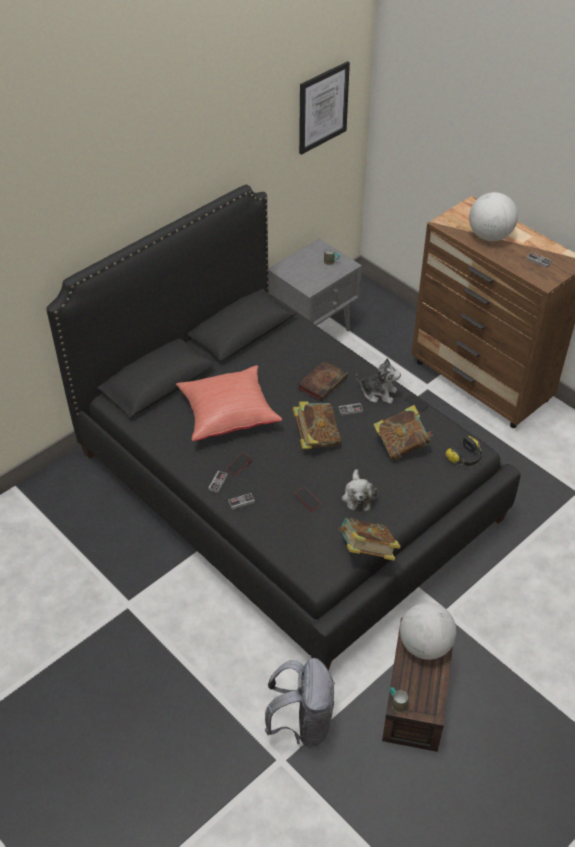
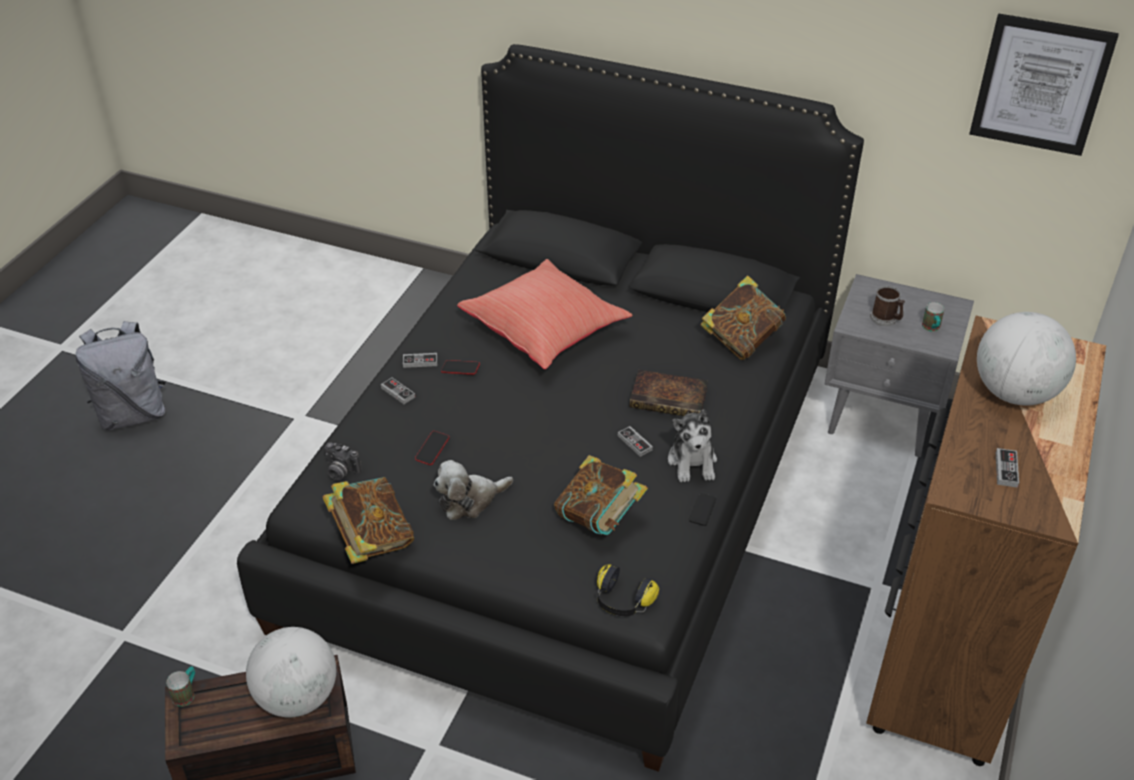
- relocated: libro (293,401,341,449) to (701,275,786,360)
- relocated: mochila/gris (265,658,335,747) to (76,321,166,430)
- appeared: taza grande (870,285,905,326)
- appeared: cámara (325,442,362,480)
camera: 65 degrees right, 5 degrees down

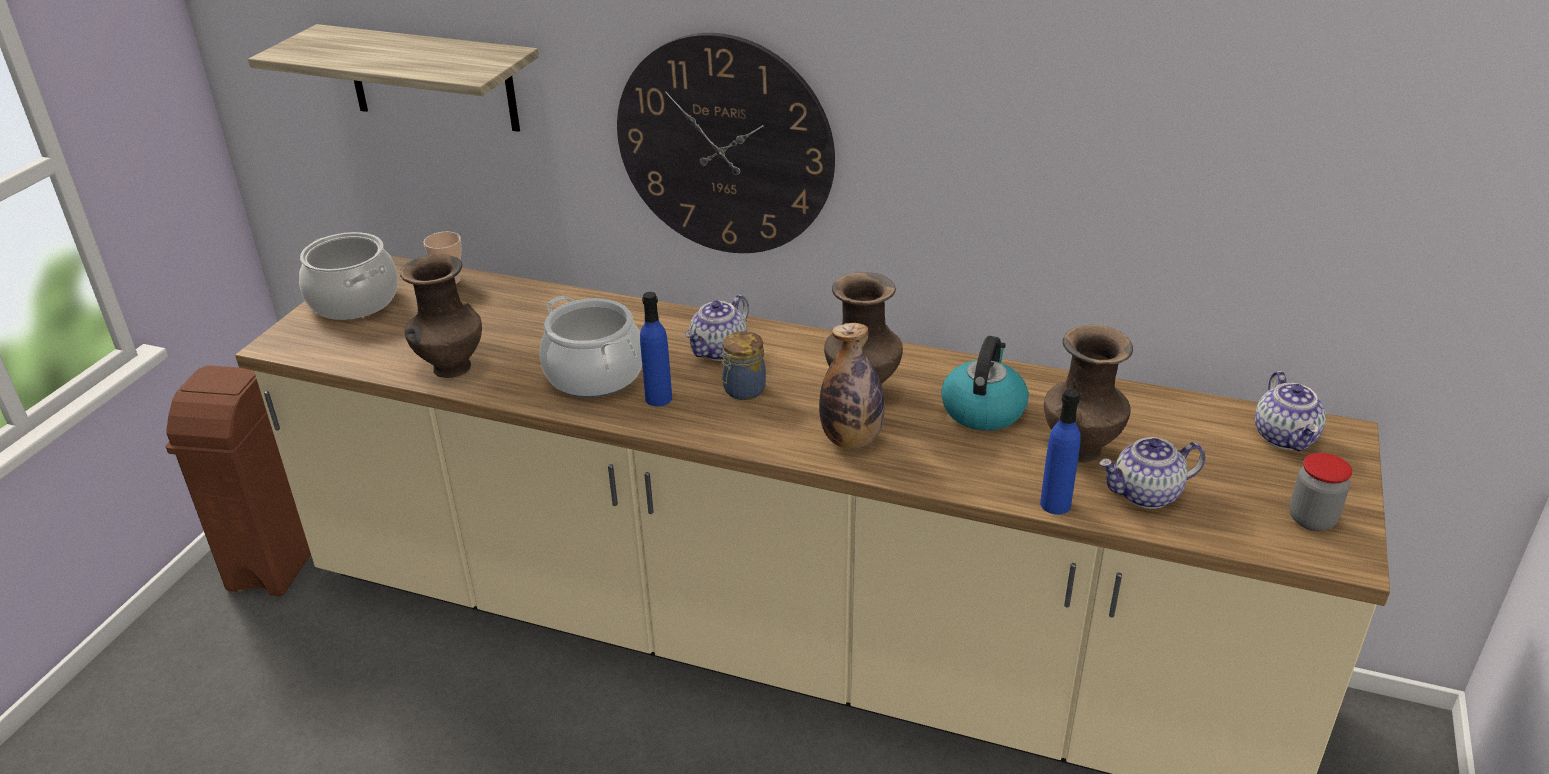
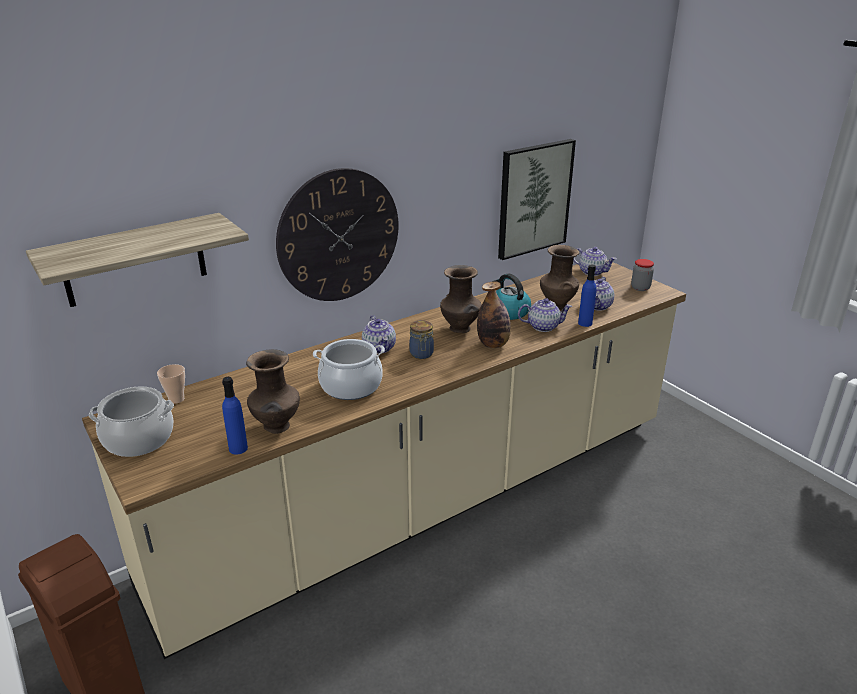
- relocated: botella/azul (640,292,672,406) to (222,377,248,454)
- appeared: cuadro (498,139,576,260)
- appeared: tetera (518,298,572,332)
camera: 55 degrees left, 5 degrees down

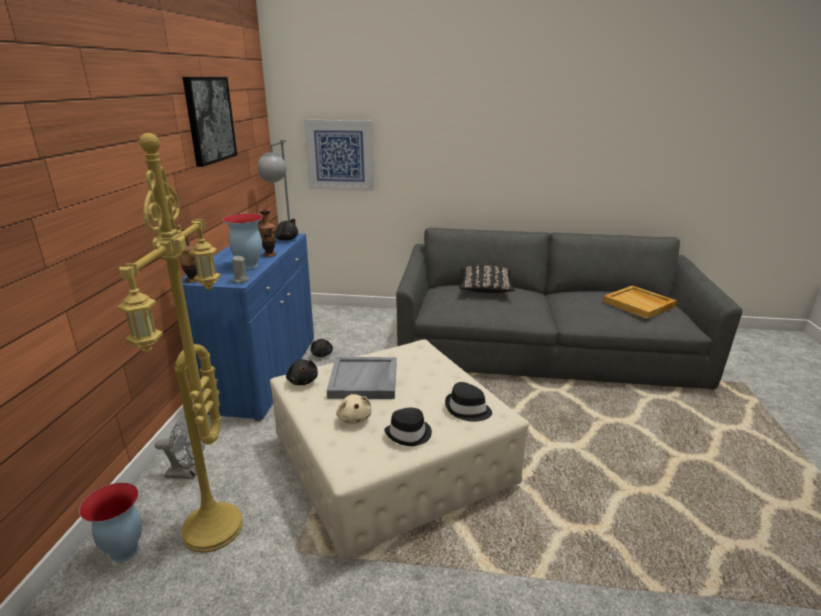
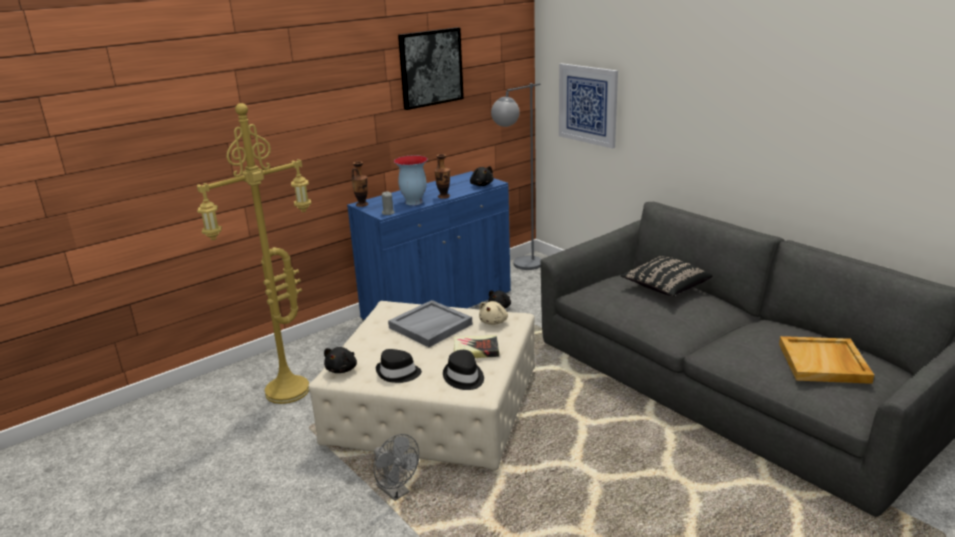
- relocated: peluche/negro (286,359,318,385) to (324,347,357,373)
- relocated: peluche/beis (336,394,371,424) to (479,301,508,325)
- relocated: ventilador/gris (155,416,205,479) to (373,434,419,501)
- missing: florero (79,482,142,563)
- appeared: libro (454,335,499,358)
camera: 45 degrees right, 0 degrees up

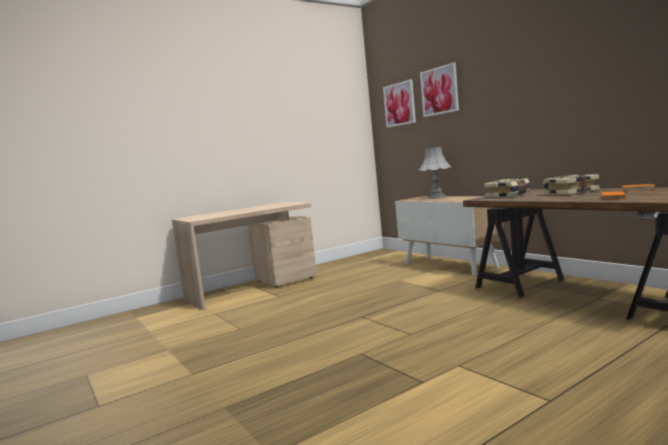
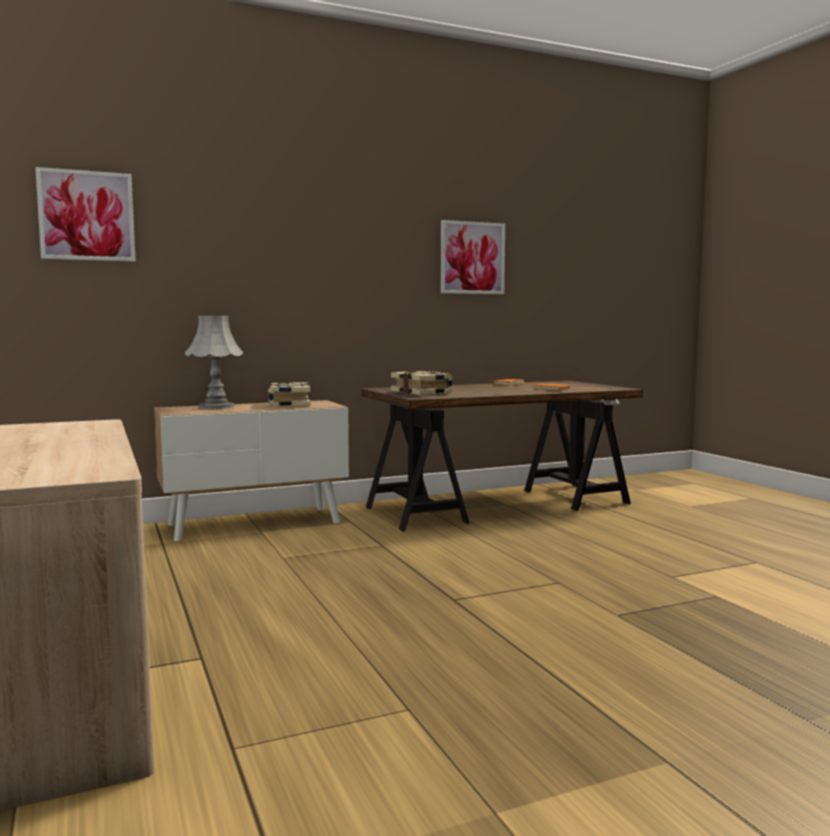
- relocated: cuadro (420,62,459,117) to (441,220,505,294)
- relocated: libro (543,174,599,195) to (267,382,311,407)
camera: 80 degrees left, 0 degrees up

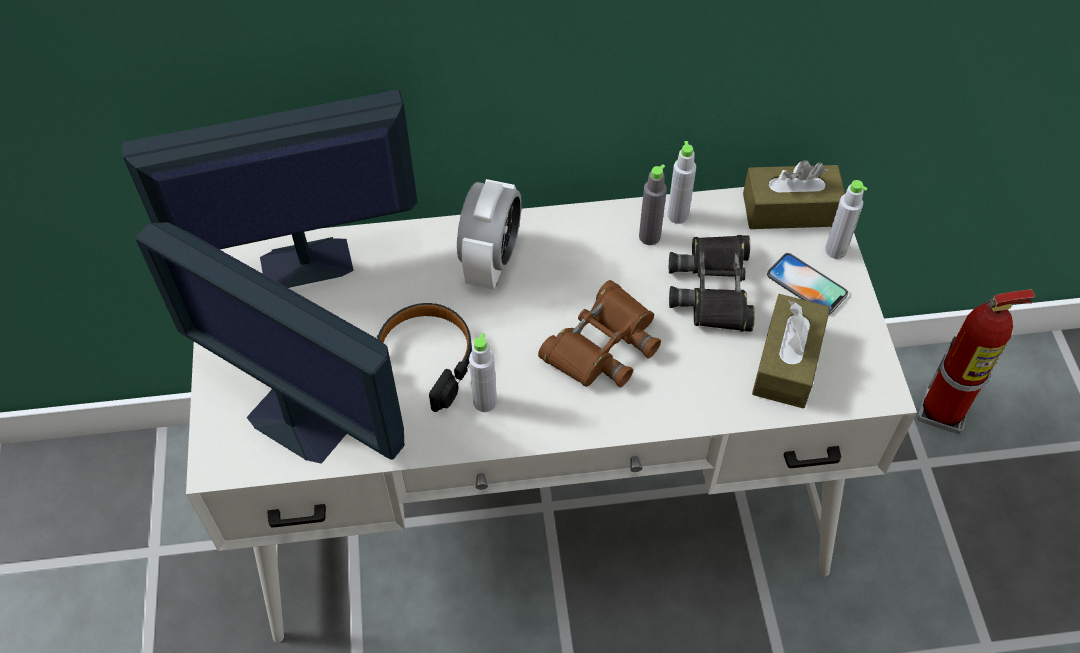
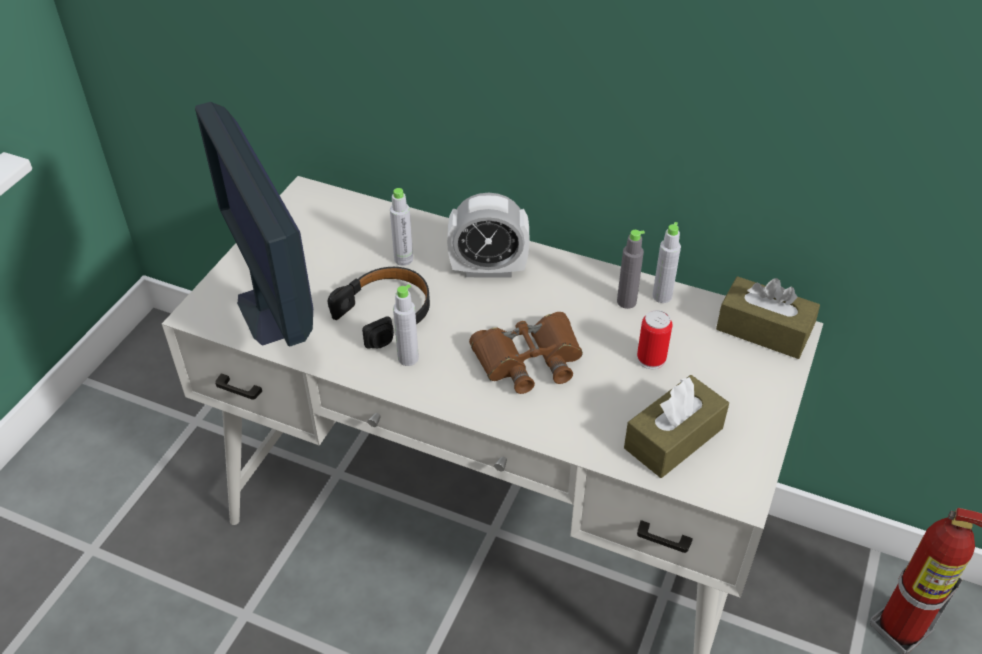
- missing: monitor (122,90,417,288)
- spun: despertador (457,179,522,290) = (447,193,530,278) 45 degrees clockwise
- relocated: botella/gris (825,180,867,259) to (390,188,413,266)
- exchanged: prismáticos/negro (669,235,755,332) to lata (637,310,672,369)
- missing: móvil (767,253,848,315)
camera: 30 degrees right, 10 degrees down

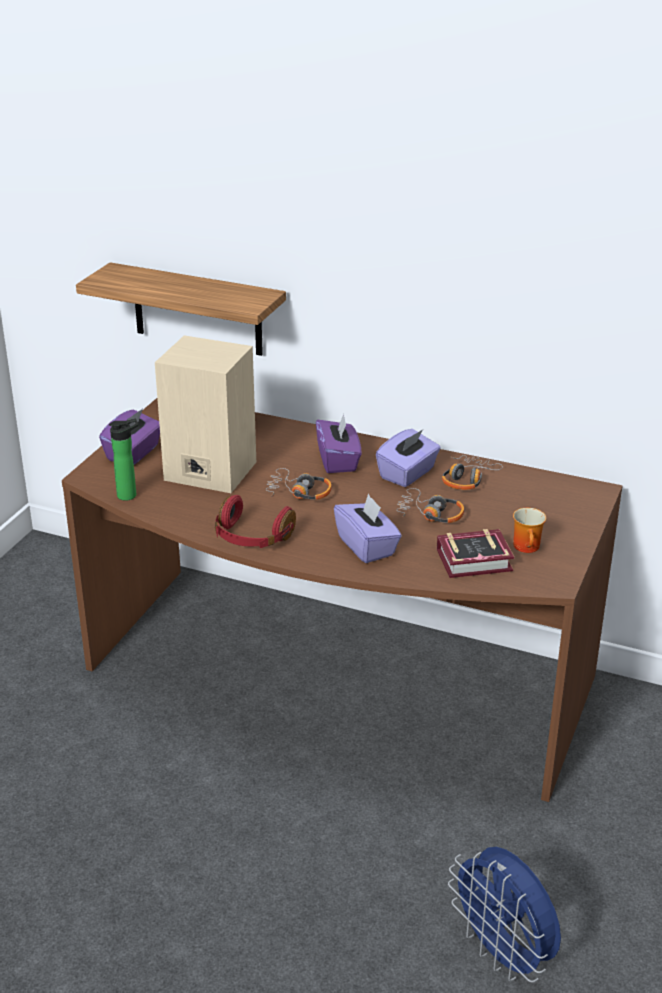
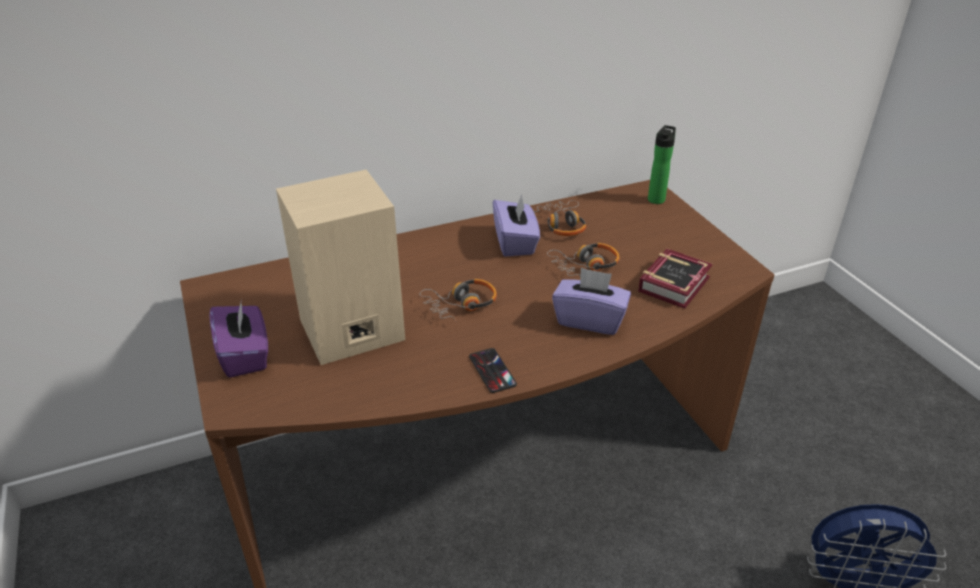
- missing: estante (76,262,286,356)
- missing: caja de pañuelos/morado (316,414,362,473)
- relocated: botella (109,419,138,501) to (648,125,676,204)
- exchanged: auriculares/rojo (215,495,296,548) to móvil (469,348,517,393)
- missing: taza grande (513,508,546,553)
camera: 45 degrees left, 5 degrees up

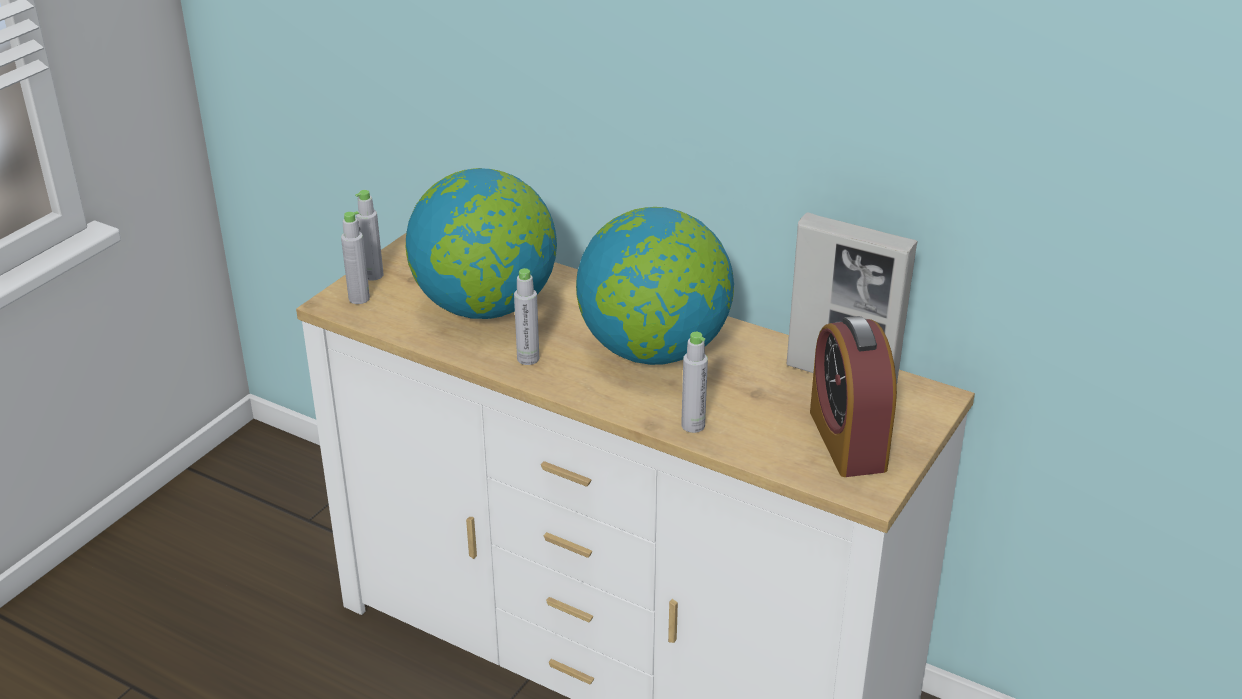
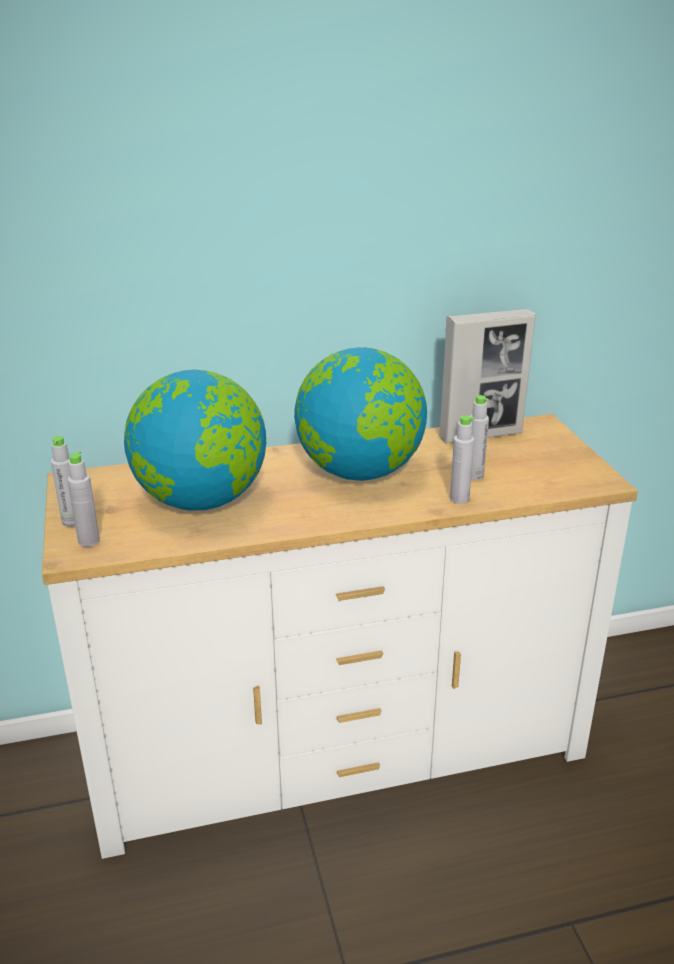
- relocated: botella/gris (514,268,539,365) to (470,395,489,480)
- missing: despertador (810,316,897,477)
camera: 45 degrees left, 5 degrees down

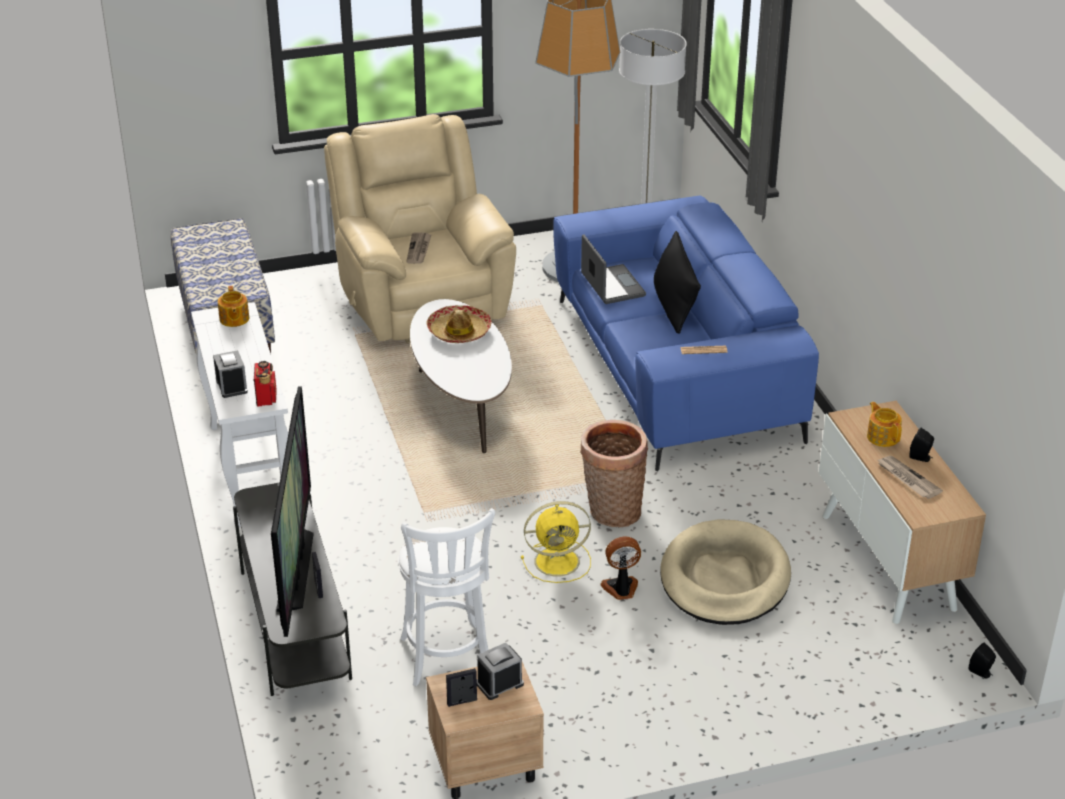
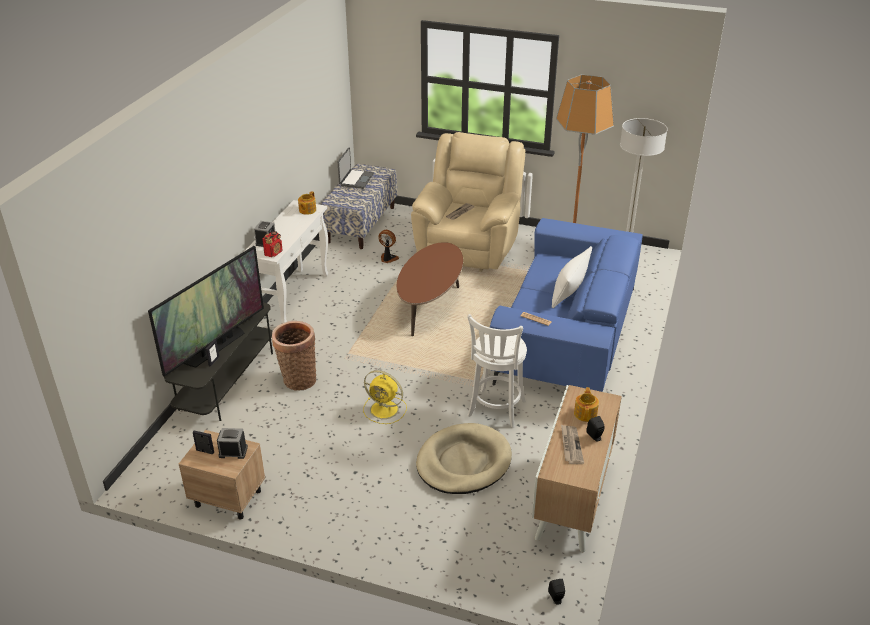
- colour: cojín/negro (654,231,701,334) to cojín/blanco (552,246,592,308)
- relocated: portátil (581,234,646,304) to (338,147,374,189)
- colour: mesa de centro/blanco (410,299,512,453) to mesa de centro/marrón (397,242,463,336)
- missing: sombrero (426,305,492,343)
- relocated: cesta (580,420,648,527) to (272,321,316,391)
- relocated: taburete/blanco (398,508,495,686) to (467,314,527,428)
- relocated: ventilador (600,536,641,600) to (378,230,399,263)
camera: 35 degrees right, 0 degrees up

